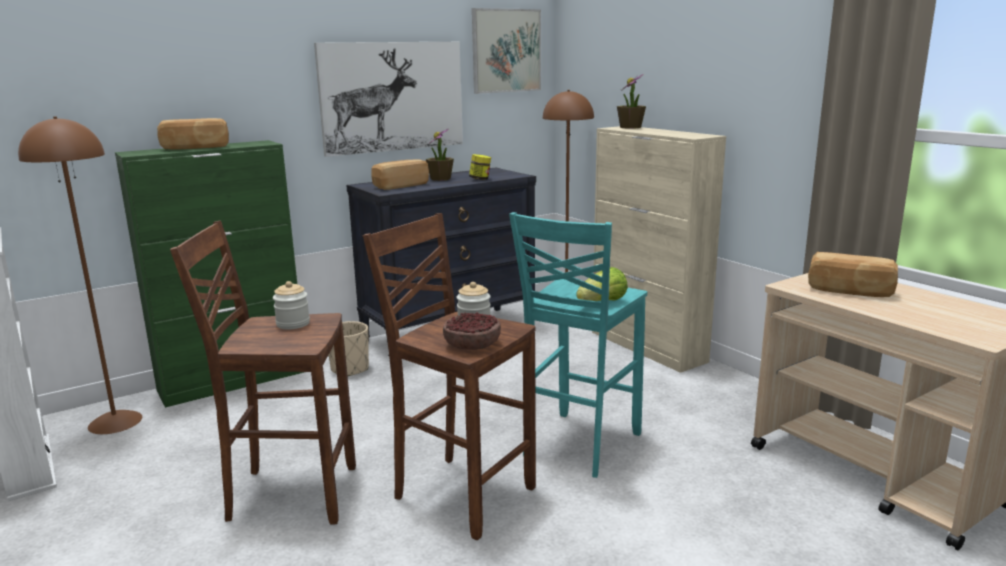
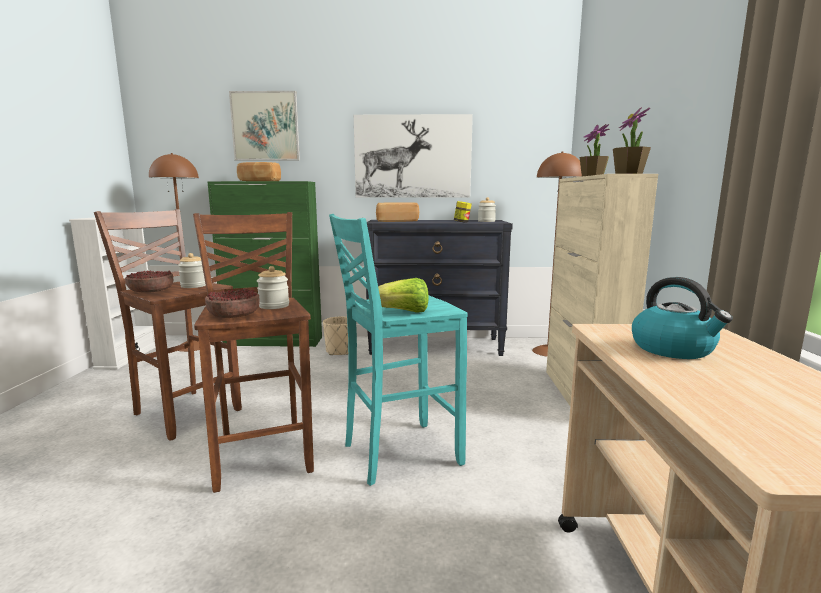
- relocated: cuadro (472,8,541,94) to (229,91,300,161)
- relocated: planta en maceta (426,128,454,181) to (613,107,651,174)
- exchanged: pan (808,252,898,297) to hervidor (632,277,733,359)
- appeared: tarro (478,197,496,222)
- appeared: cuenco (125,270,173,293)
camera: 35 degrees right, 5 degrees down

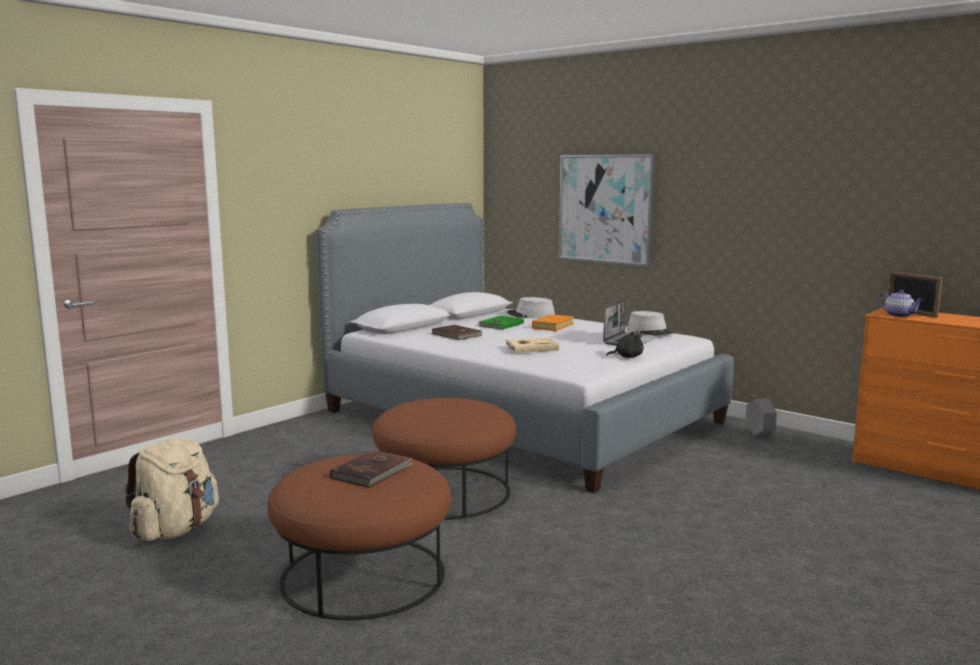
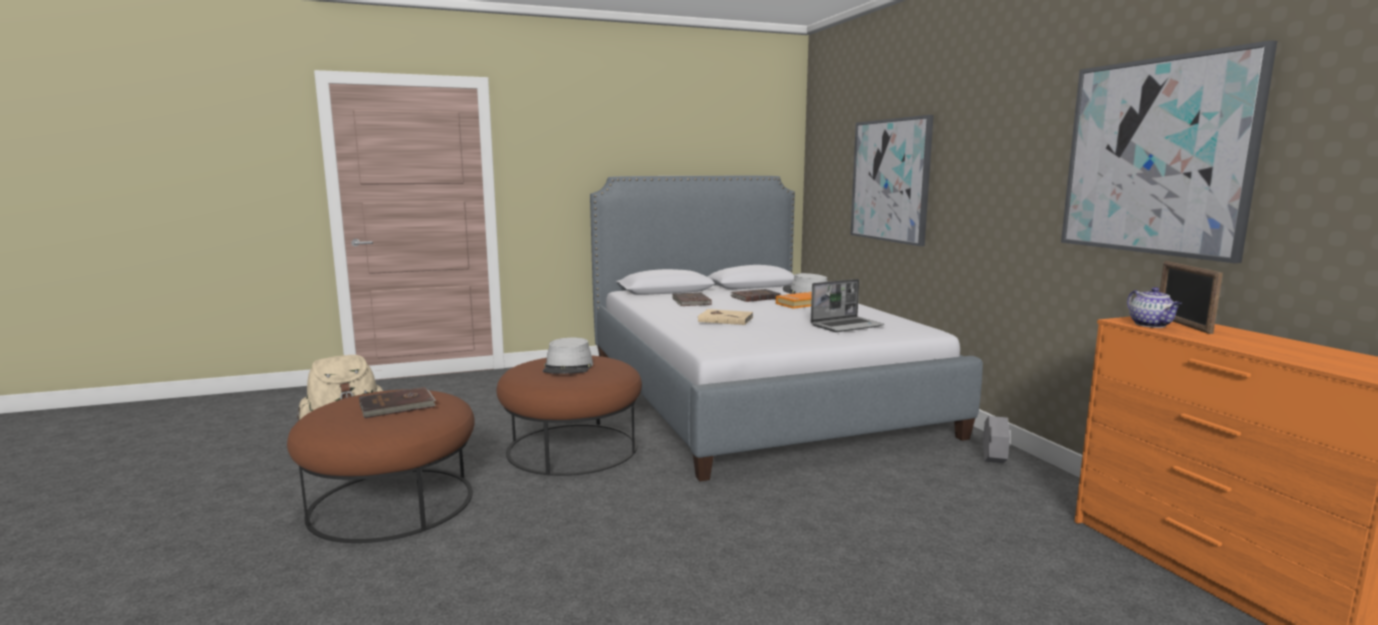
- relocated: sombrero/gris (627,311,674,335) to (543,337,593,374)
- colour: libro/verde (477,316,524,330) to libro/marrón (731,289,781,302)
- missing: peluche/negro (606,332,644,358)
- appeared: cuadro (1061,40,1277,263)
camera: 30 degrees right, 0 degrees up

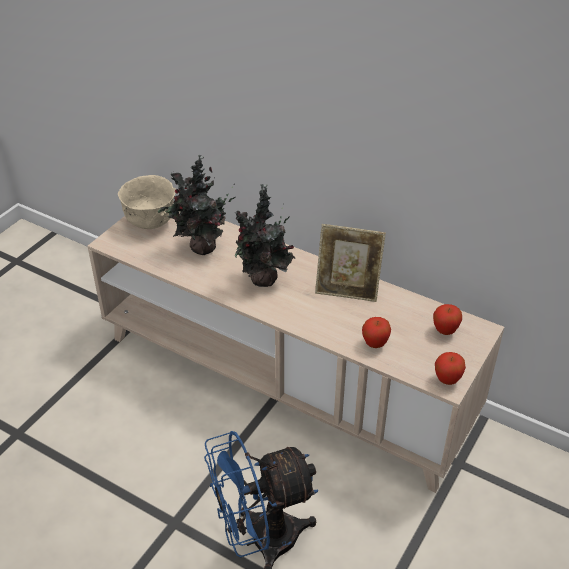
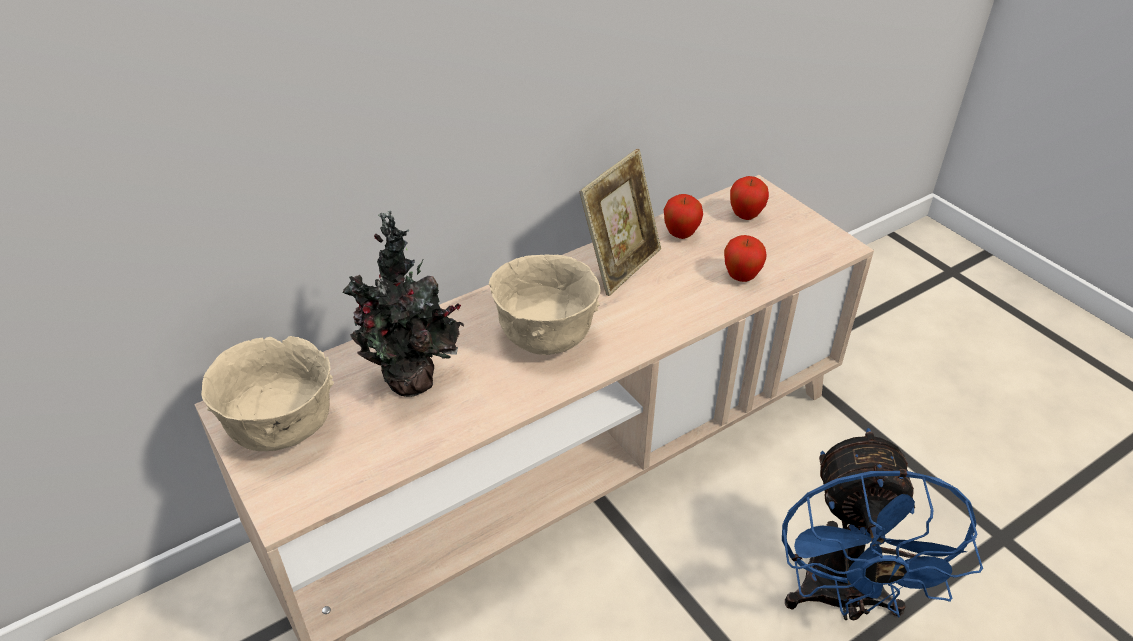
- exchanged: planta en maceta (235,184,296,287) to cuenco/beis (489,255,600,355)
- relocated: manzana (435,352,466,385) to (664,194,703,239)
camera: 65 degrees left, 0 degrees up

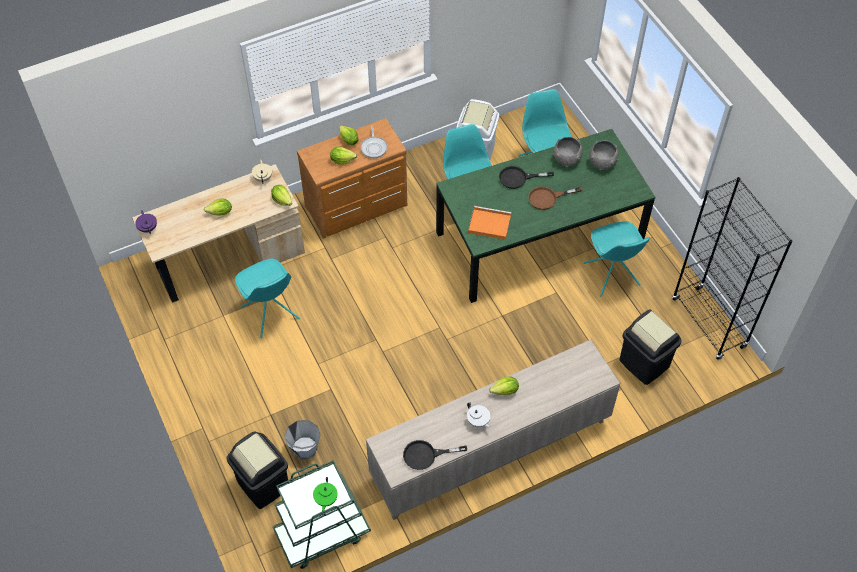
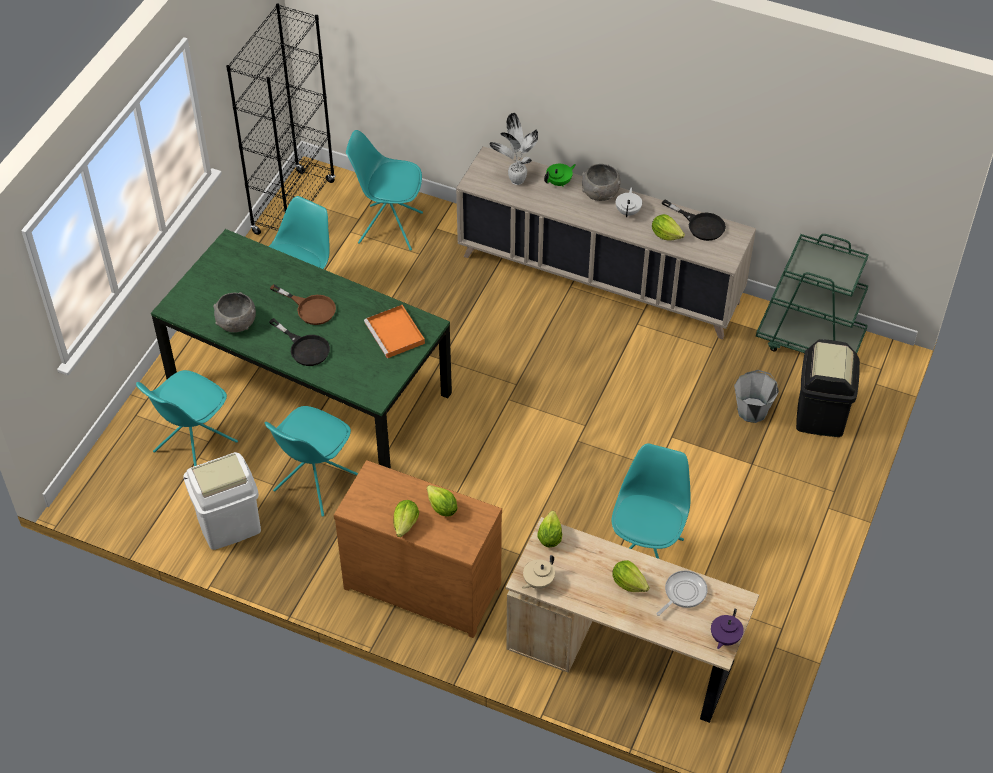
- relocated: sartén (361,125,387,158) to (656,570,707,616)
- relocated: cuenco/gris (588,140,619,171) to (582,164,621,201)
- exchanged: papelera/negro (619,309,682,385) to silla/turquesa (346,130,423,251)
- relocated: lechuga (489,376,519,395) to (652,214,685,241)
- relocated: tetera/verde (313,477,338,511) to (544,164,576,187)
- appeared: planta en maceta (490,113,538,185)
camera: 130 degrees left, 5 degrees down

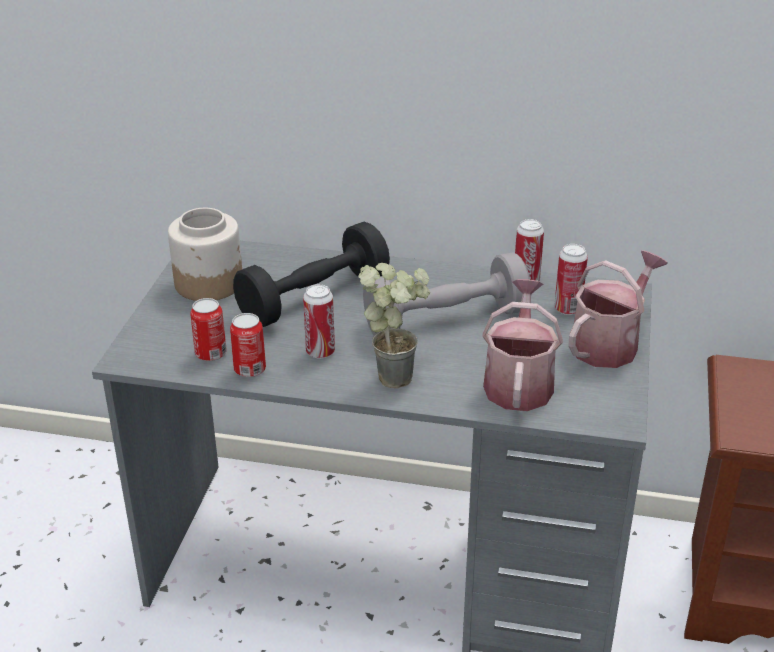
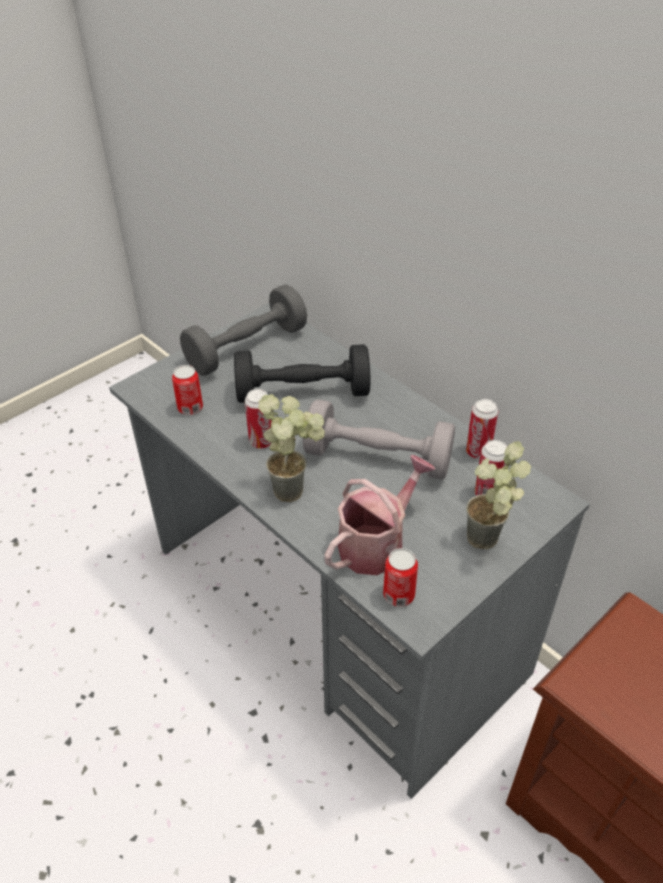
- exchanged: tarro (168,208,242,301) to mancuerna/gris (180,285,307,376)
- exchanged: regadera (568,250,668,368) to planta en maceta (466,441,531,549)
- relocated: lata (230,313,266,377) to (383,548,418,607)
camera: 35 degrees right, 10 degrees up

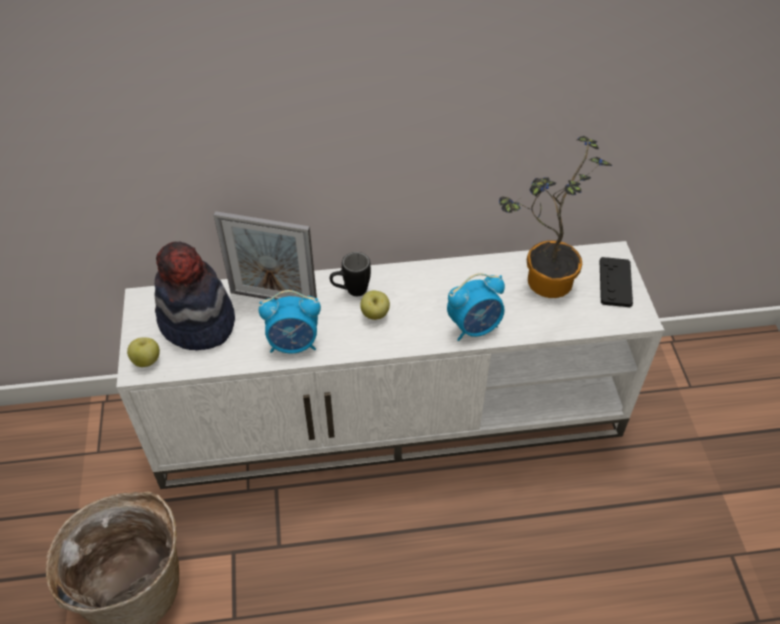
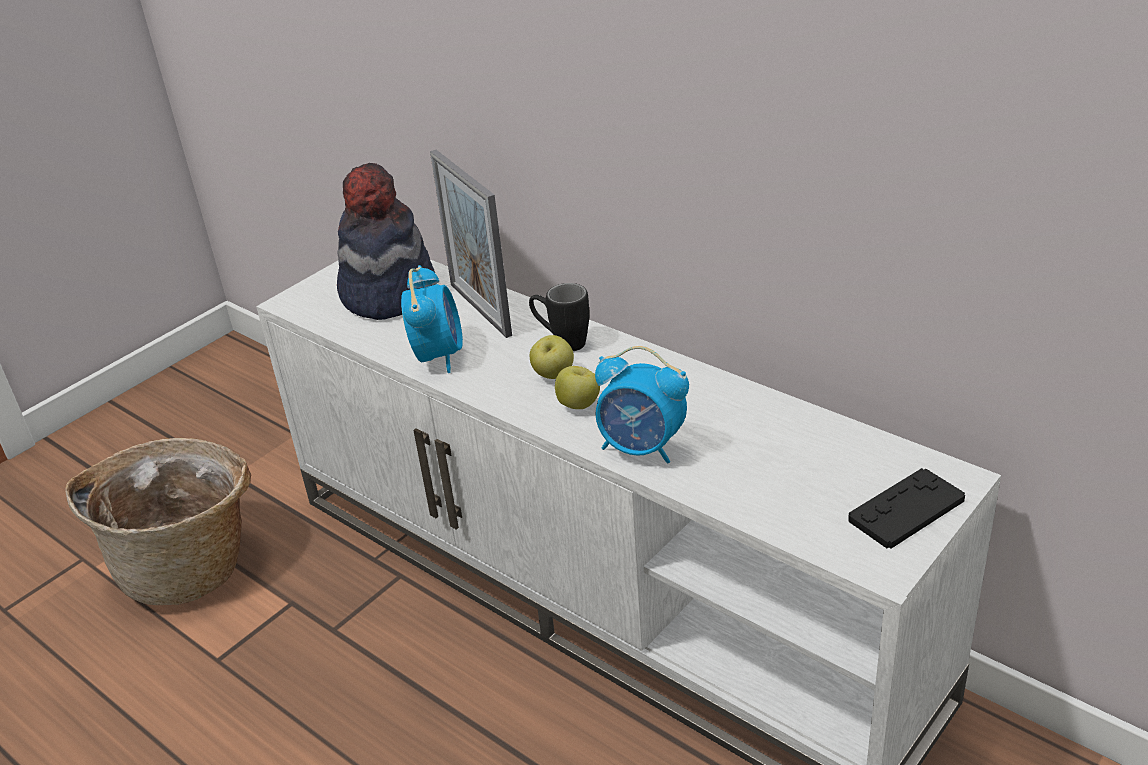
- missing: planta en maceta (499,136,612,298)
- spun: despertador (259,290,321,353) = (401,265,463,373) 135 degrees counterclockwise
- relocated: manzana (127,337,160,367) to (555,366,600,409)
camera: 50 degrees right, 15 degrees down

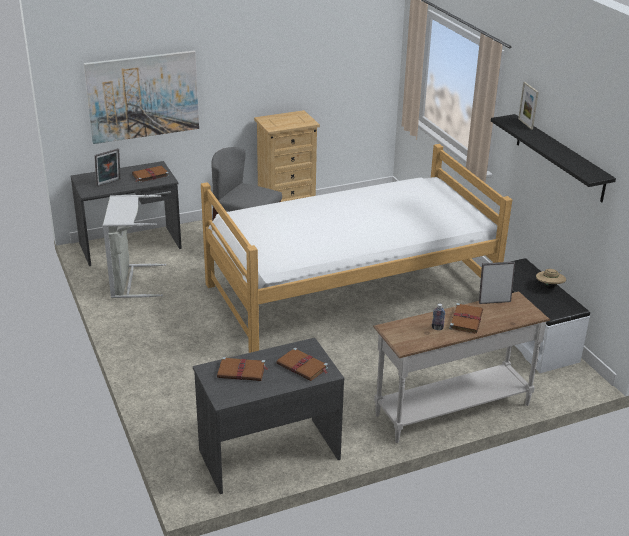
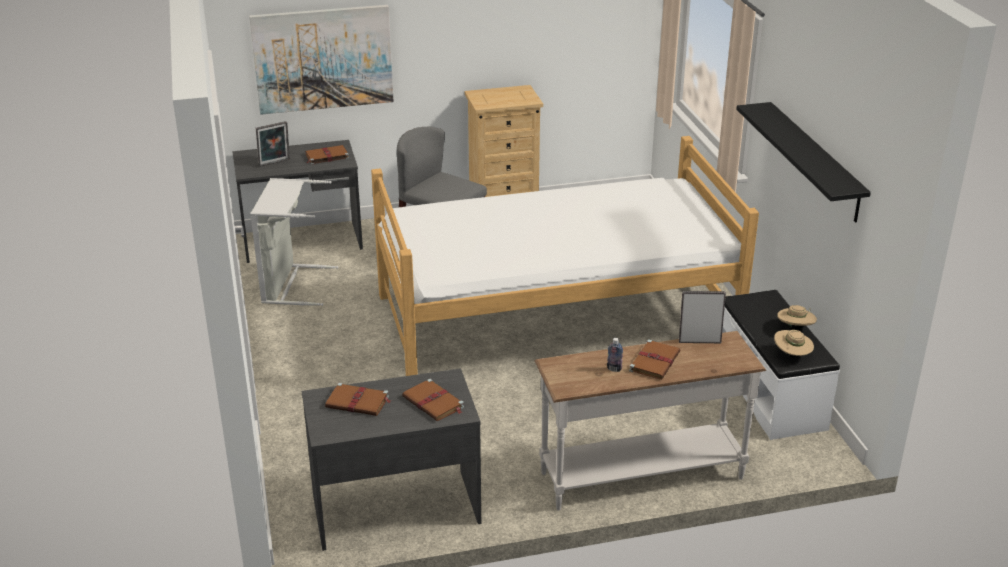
- missing: portarretratos (518,82,539,130)
- appeared: sombrero/beis (774,330,814,357)
camera: 10 degrees right, 0 degrees up

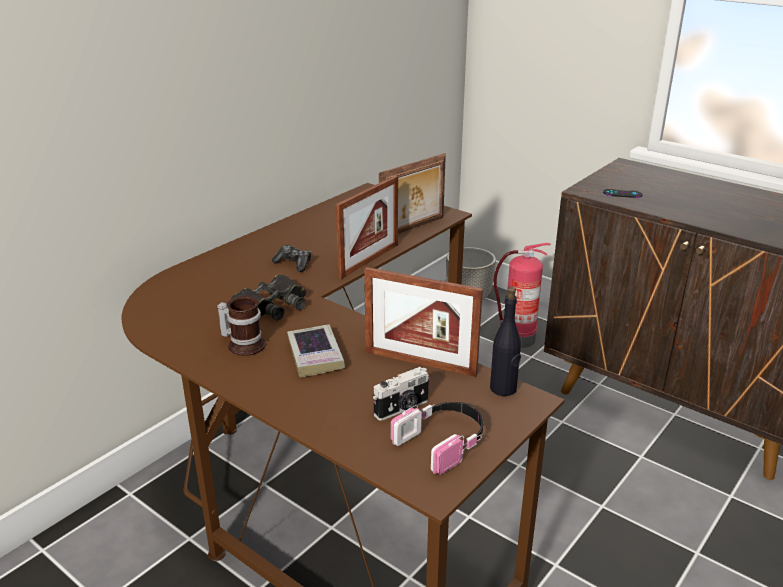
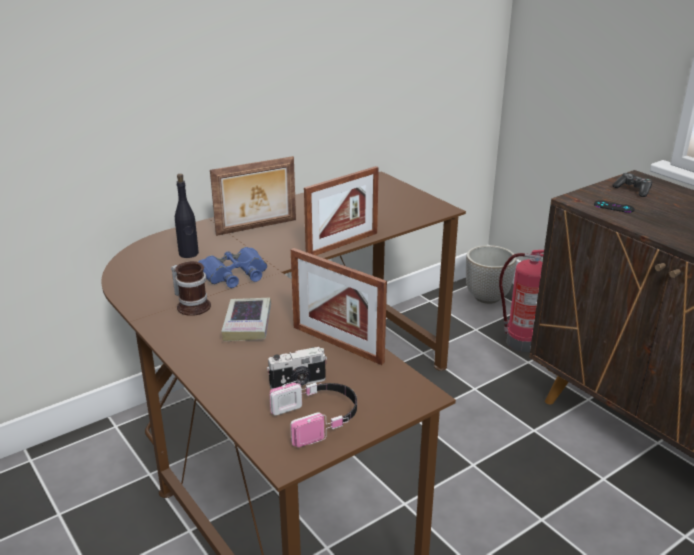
- relocated: portarretratos (379,153,446,234) to (210,156,296,236)
- relocated: mando de consola (272,245,311,272) to (612,173,652,197)
- colour: prismáticos/negro (231,275,306,320) to prismáticos/azul (199,247,267,288)
- relocated: botella/negro (490,286,521,396) to (175,174,199,258)
camera: 15 degrees right, 0 degrees up

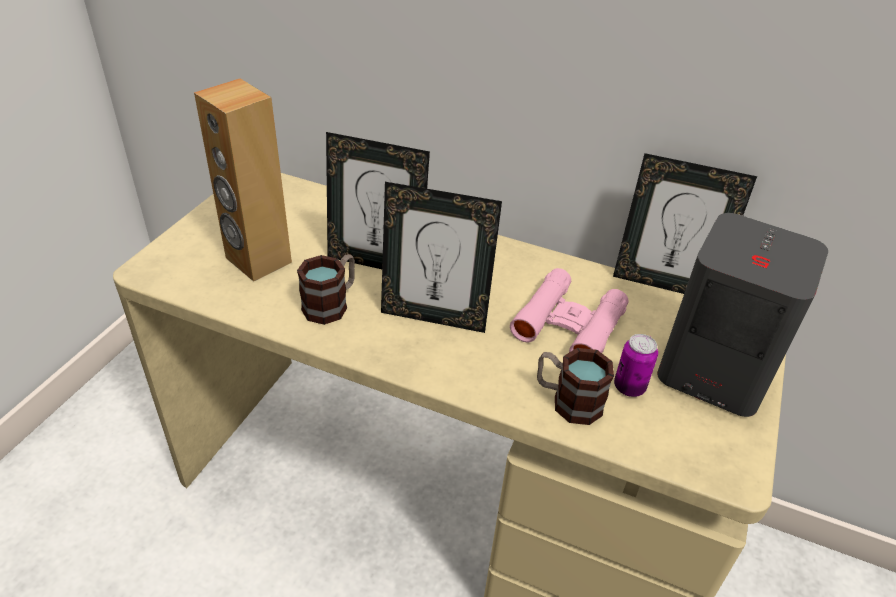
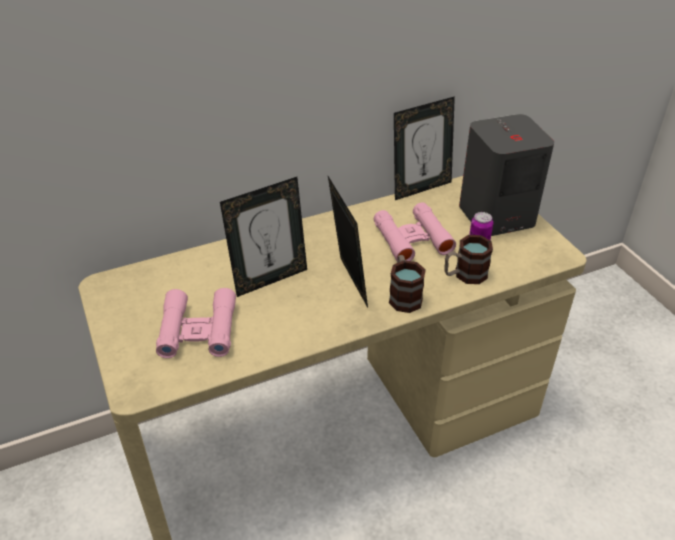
- exchanged: altavoz/marrón (194,79,292,282) to prismáticos/rosa (156,288,236,358)
- spun: portarretratos (381,182,502,333) = (328,176,368,308) 75 degrees counterclockwise
- relocated: taza grande (297,254,355,325) to (389,255,426,313)
camera: 45 degrees left, 0 degrees up

